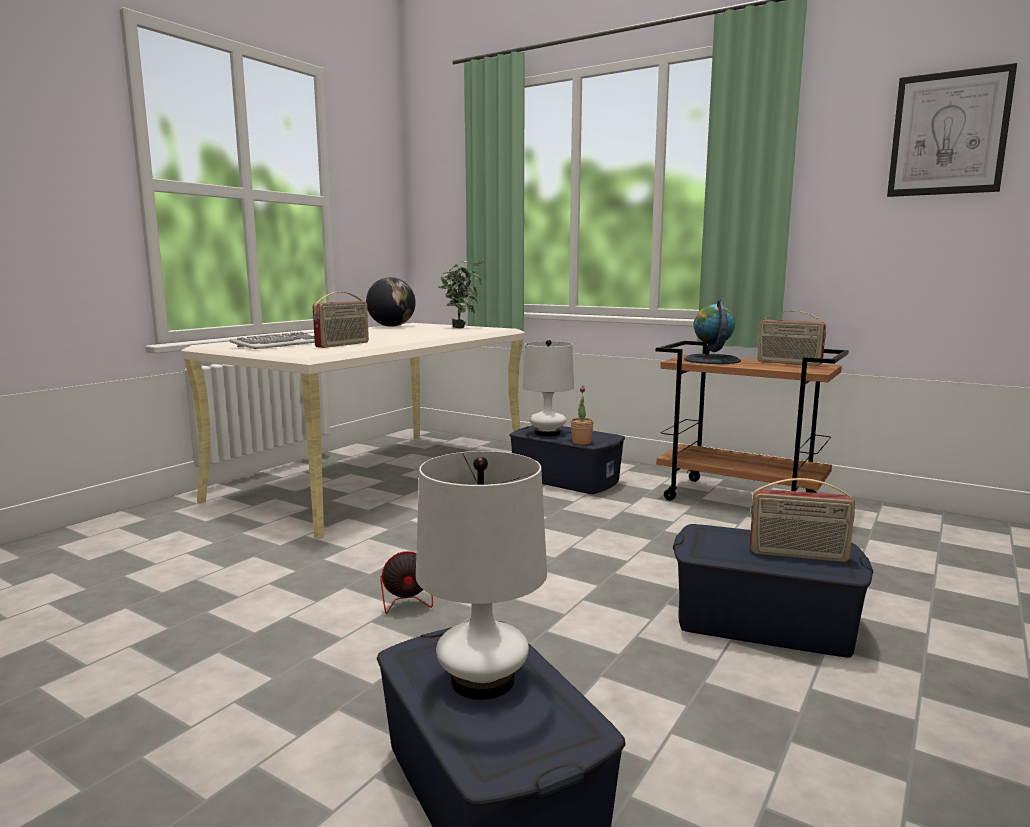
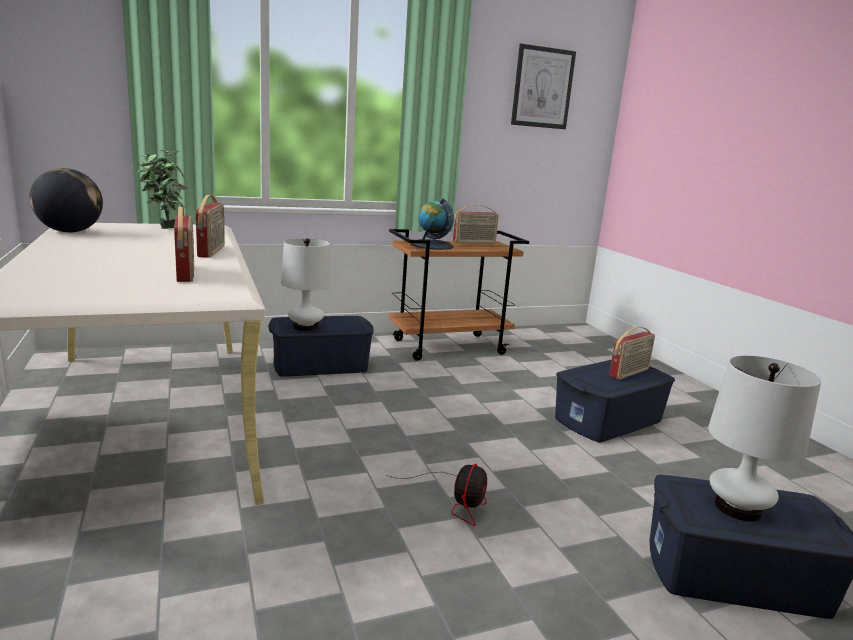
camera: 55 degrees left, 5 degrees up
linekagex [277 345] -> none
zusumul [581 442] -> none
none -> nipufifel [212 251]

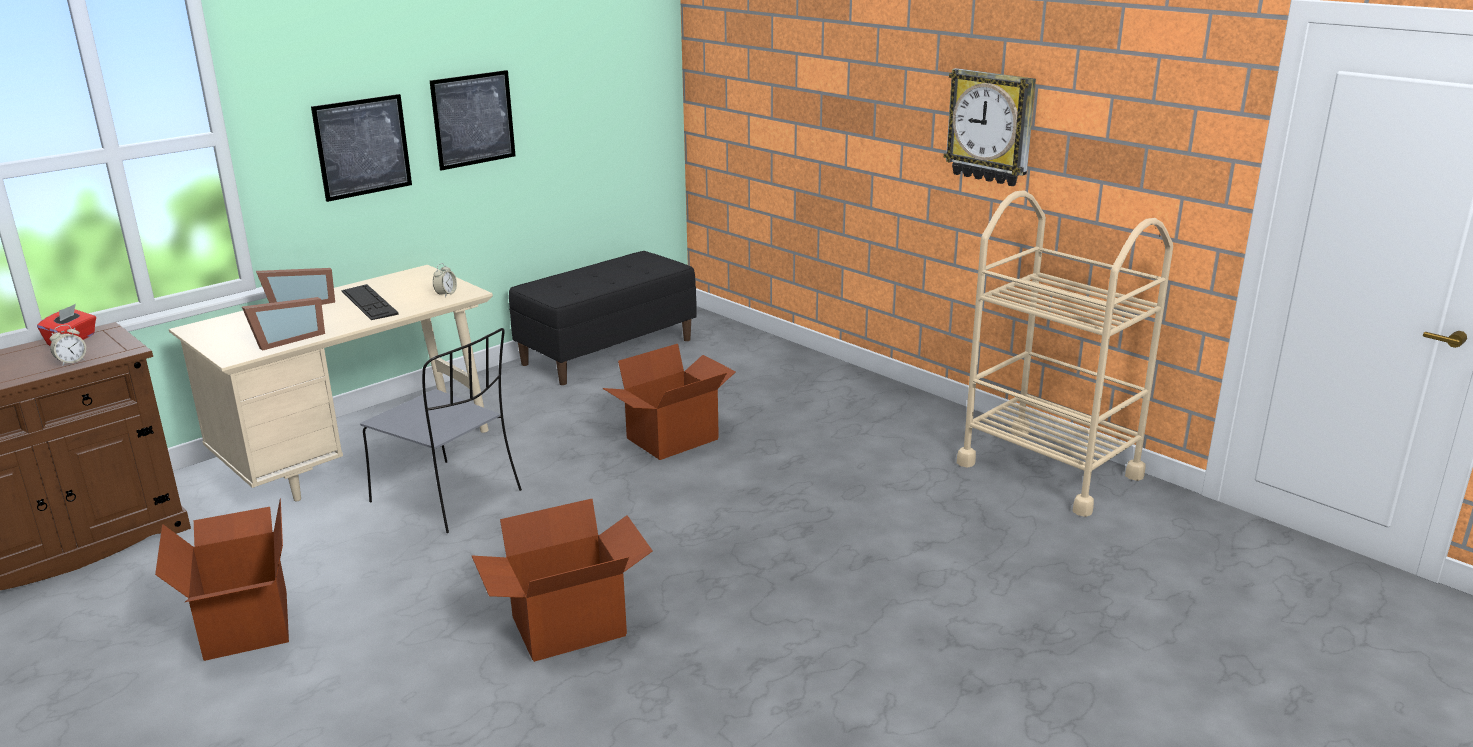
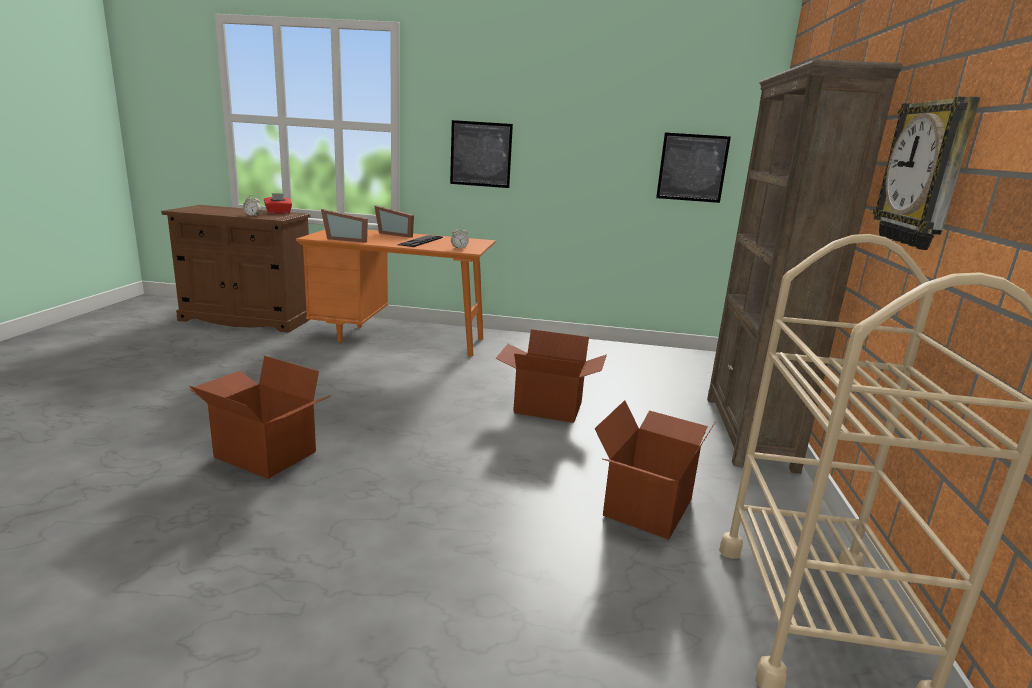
camera: 50 degrees right, 5 degrees down
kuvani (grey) [449 497] -> none
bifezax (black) [608 351] -> none
none -> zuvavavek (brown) [748 432]
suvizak [244 624] -> suvizak [646 506], move
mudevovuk [473 119] -> mudevovuk [692 167], move
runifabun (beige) [360 456] -> runifabun (orange) [401 339]

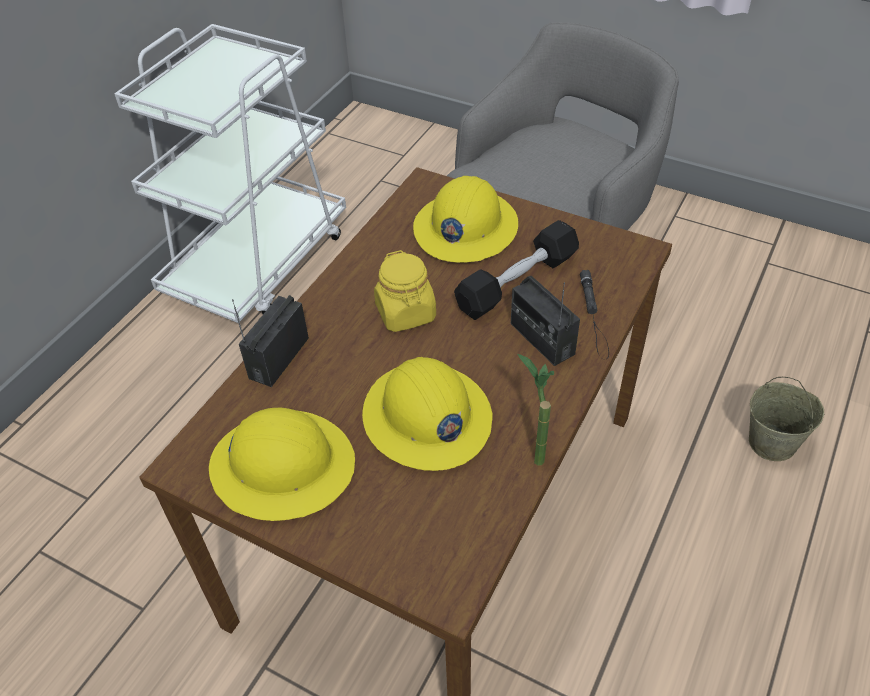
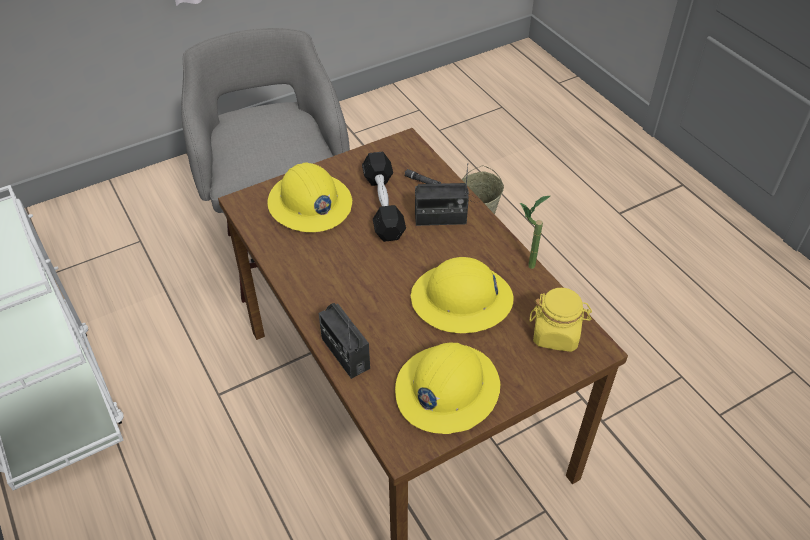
camera: 60 degrees left, 0 degrees up
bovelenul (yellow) [406 313] -> bovelenul (yellow) [556 334], move

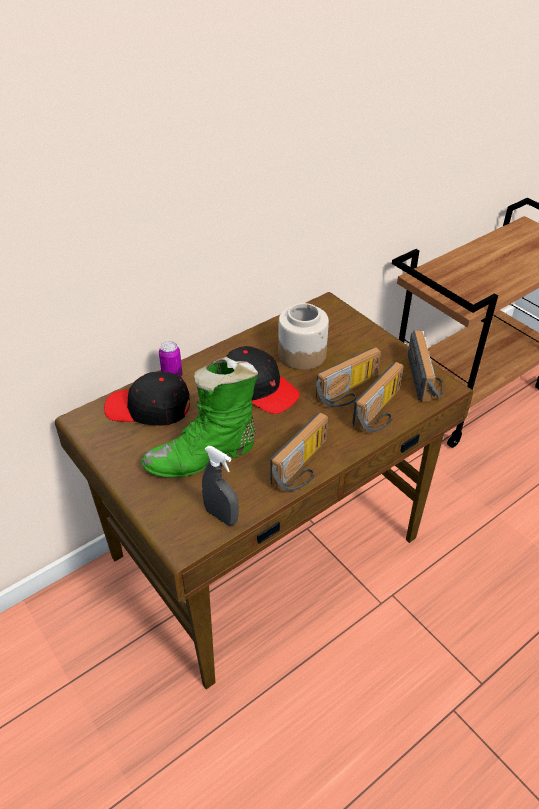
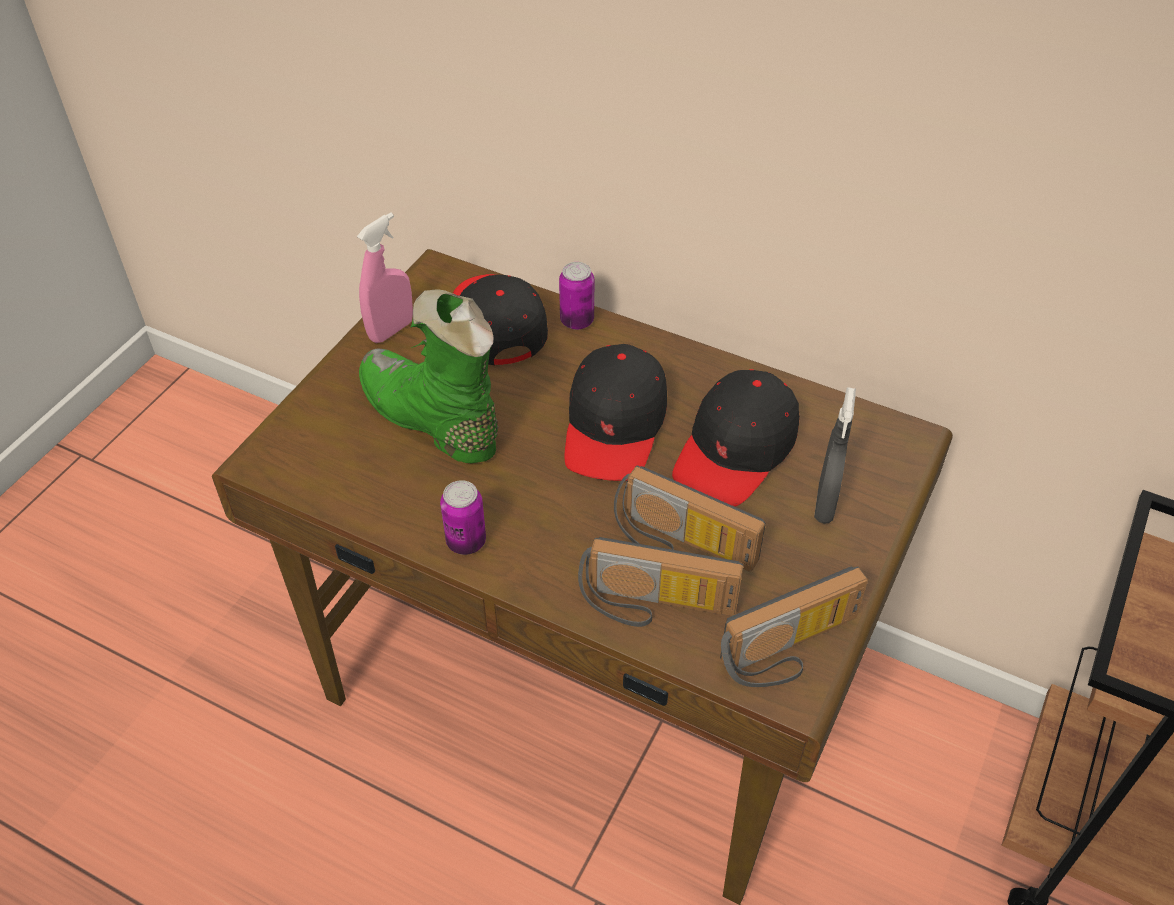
camera: 65 degrees right, 5 degrees up
none -> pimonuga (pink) [391 330]
pimonuga (grey) [221 516] -> pimonuga (grey) [825 503], move
nipufifel [304 467] -> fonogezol [466 542]
bovelenul [302 354] -> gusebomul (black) [736 450]

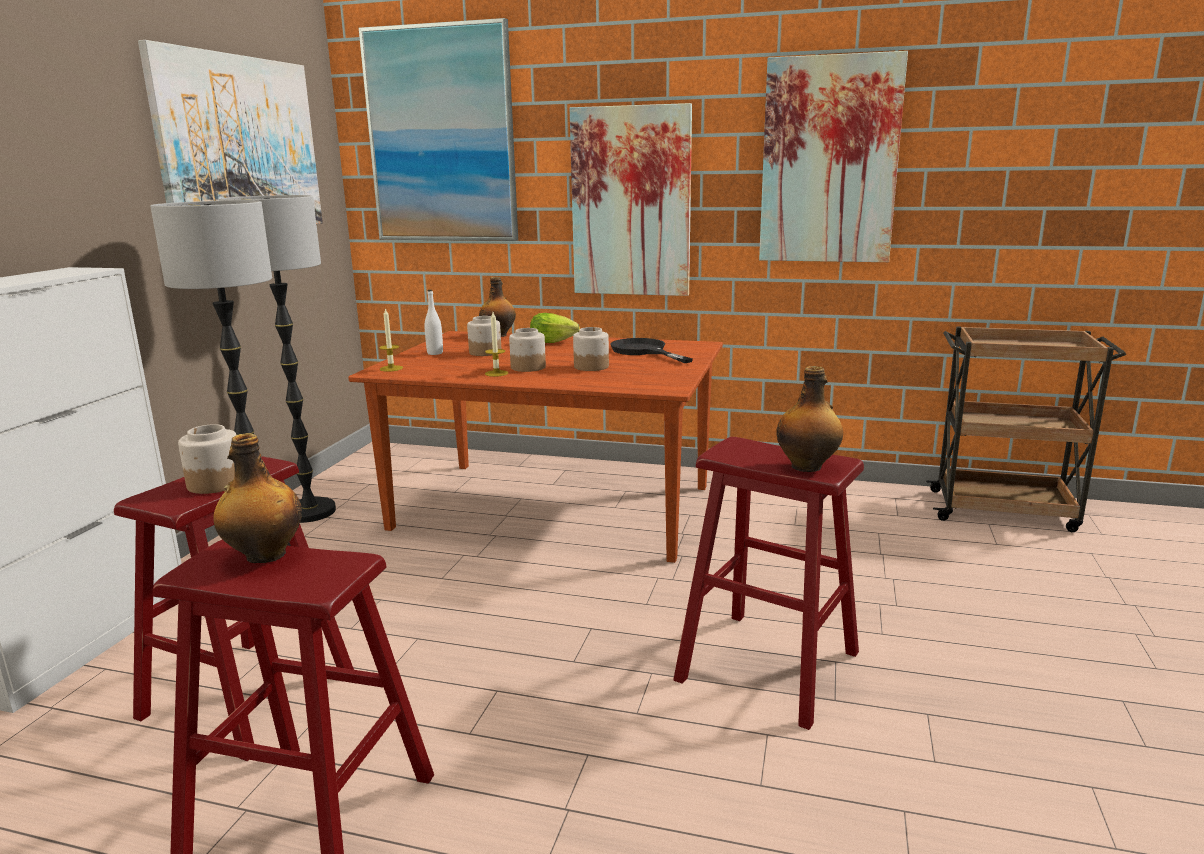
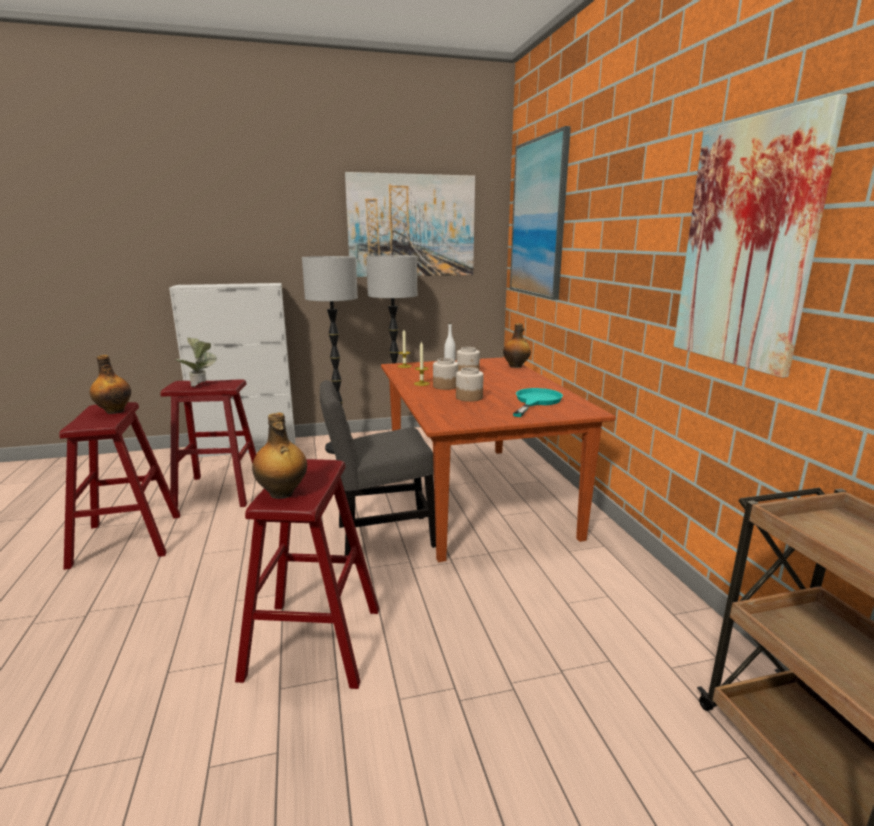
camera: 60 degrees right, 0 degrees up
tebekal [552 342] -> none
mudevovuk [631 202] -> none
none -> kuvani (grey) [380 537]
bovelenul [215 484] -> zusumul [201 386]
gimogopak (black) [644 351] -> gimogopak (turquoise) [535 401]

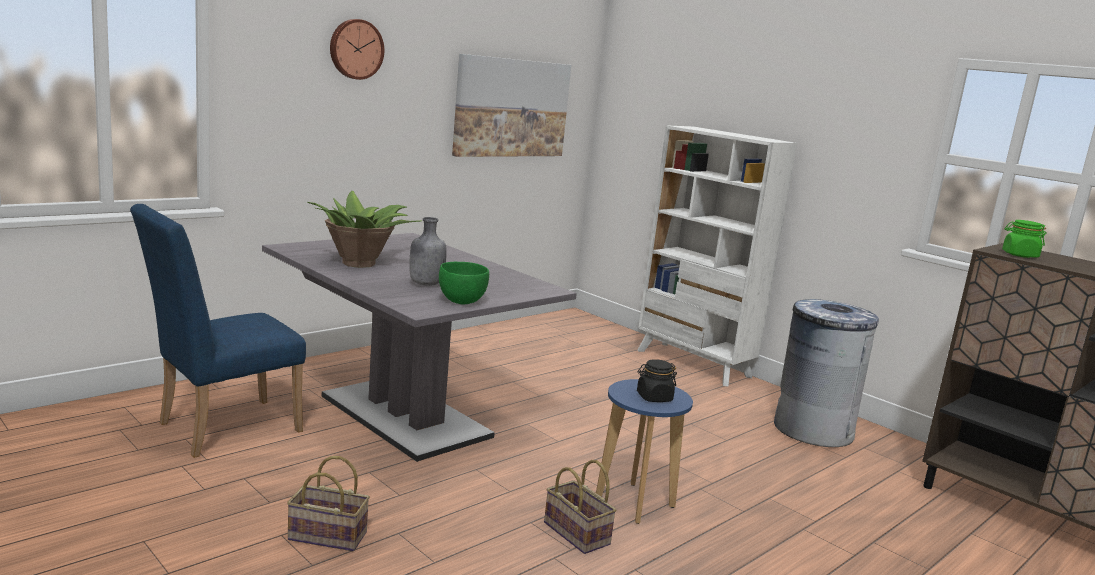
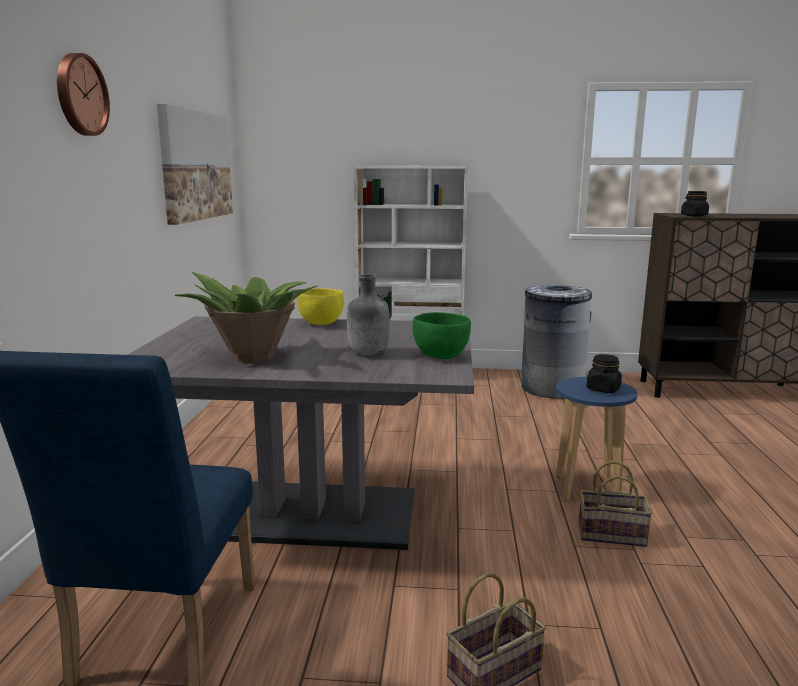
camera: 40 degrees left, 0 degrees up
none -> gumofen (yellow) [321 323]
bovelenul (green) [1019 255] -> bovelenul (black) [694 216]

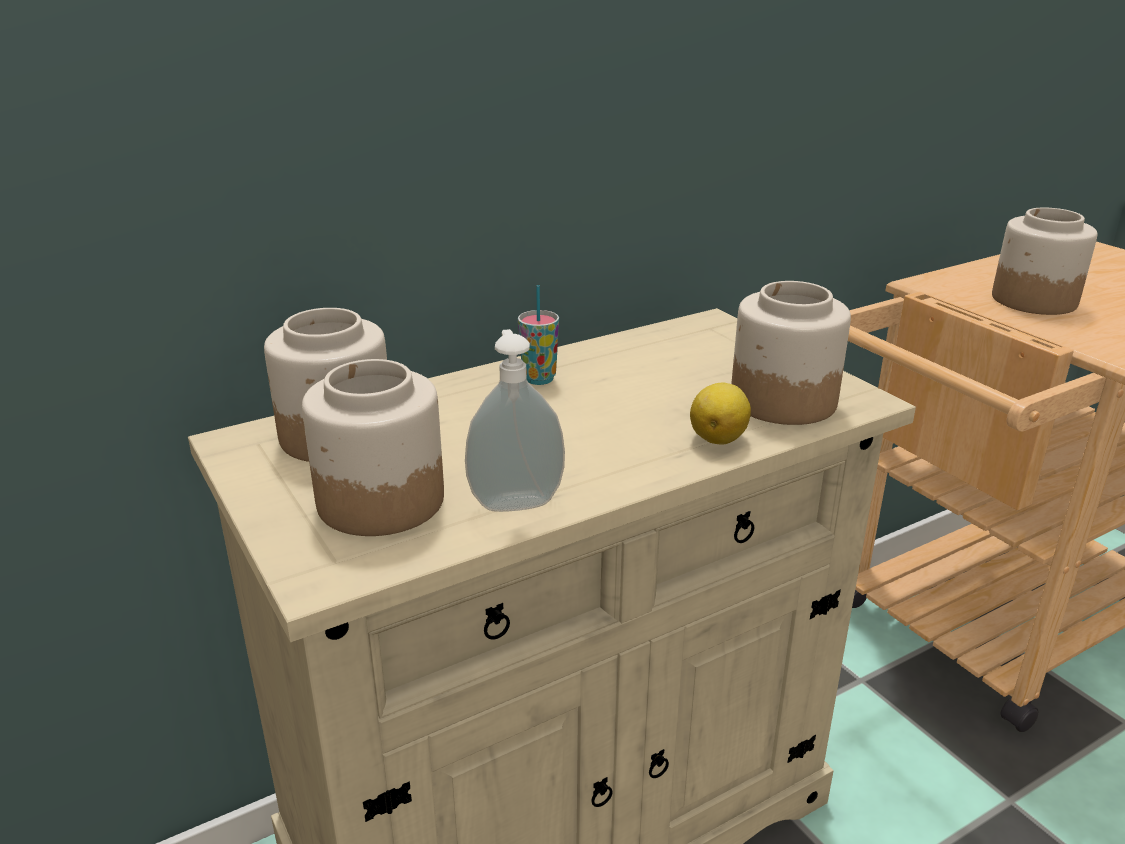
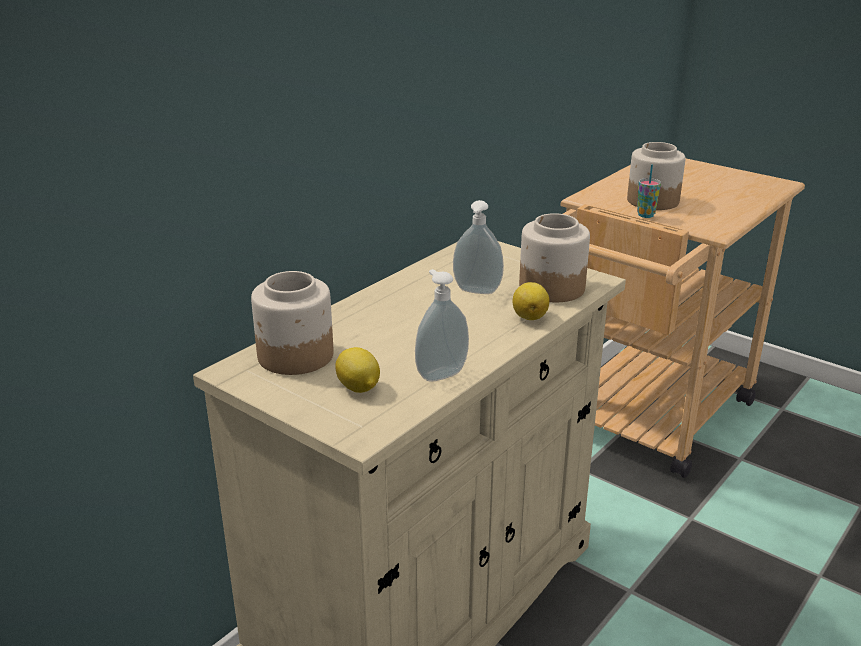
camera: 20 degrees left, 0 degrees up
none -> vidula [476 292]
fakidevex [539 379] -> fakidevex [645 215], move
bovelenul [380 500] -> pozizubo [358 388]

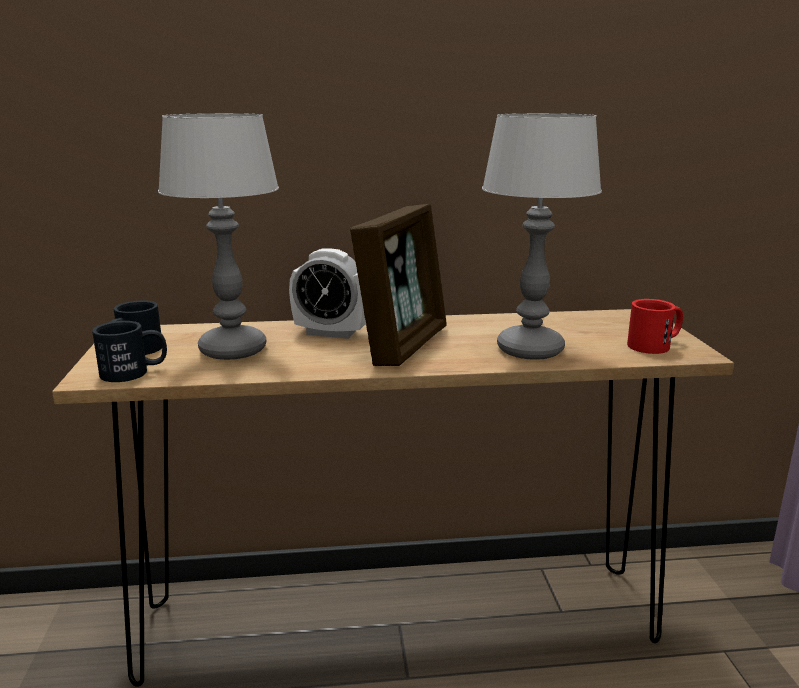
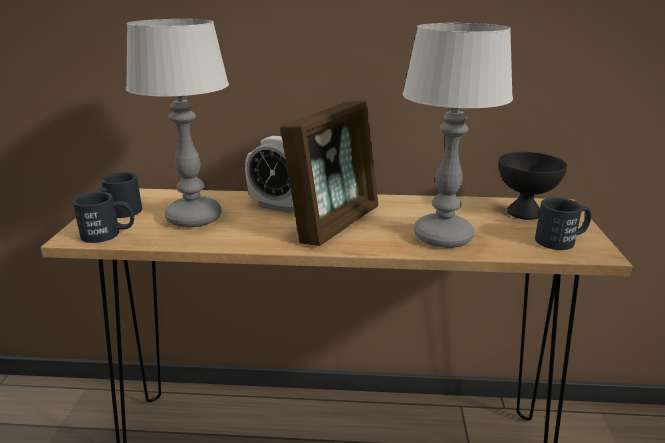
camera: 10 degrees right, 5 degrees up
none -> gumofen (black) [522 213]
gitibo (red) [655 345] -> gitibo (black) [561 240]

